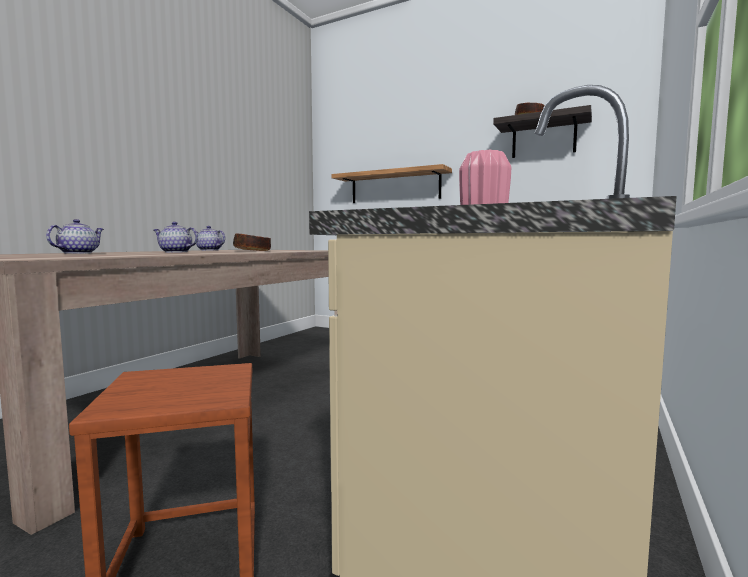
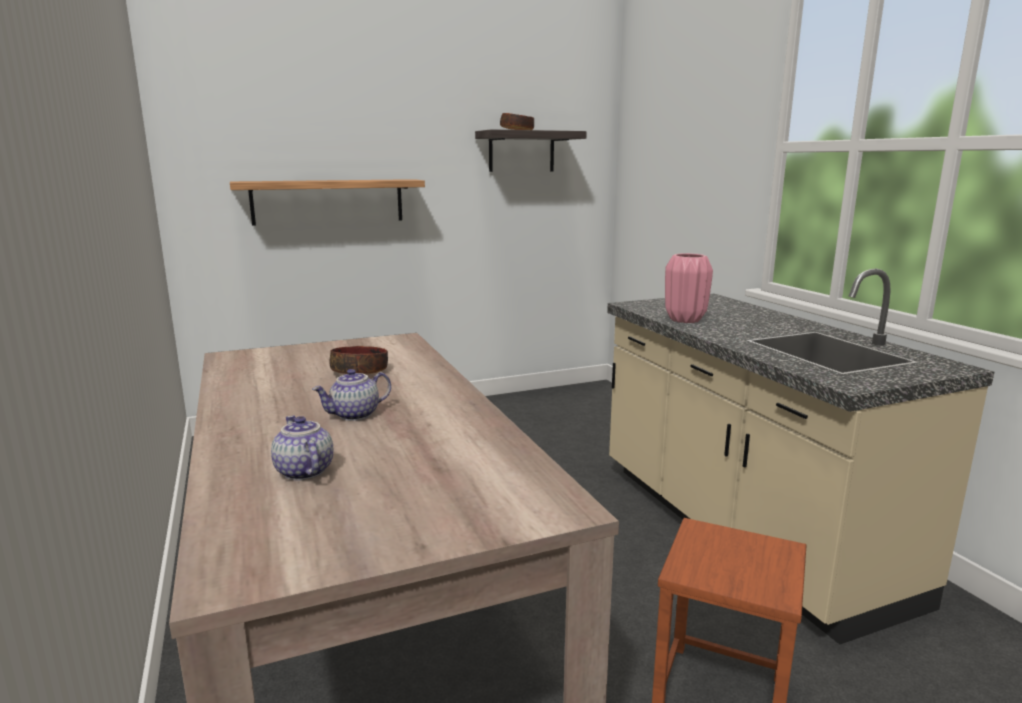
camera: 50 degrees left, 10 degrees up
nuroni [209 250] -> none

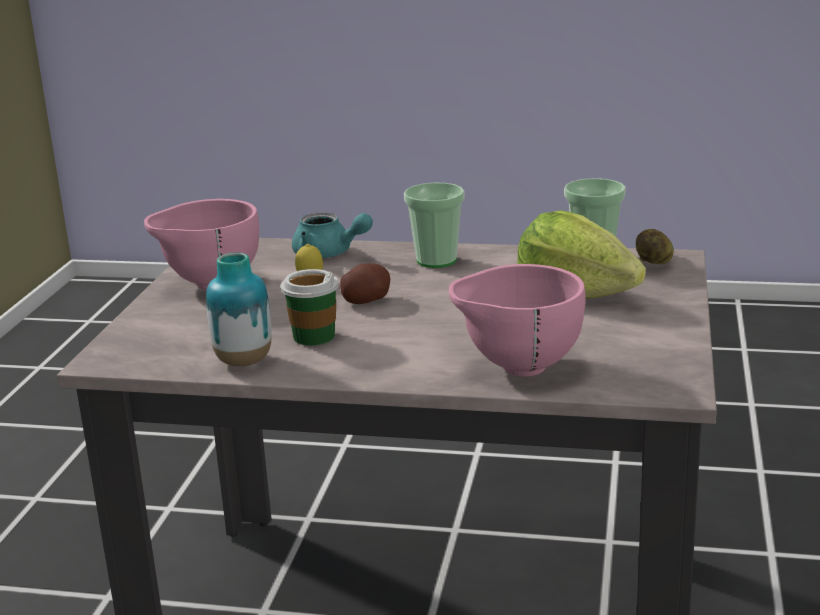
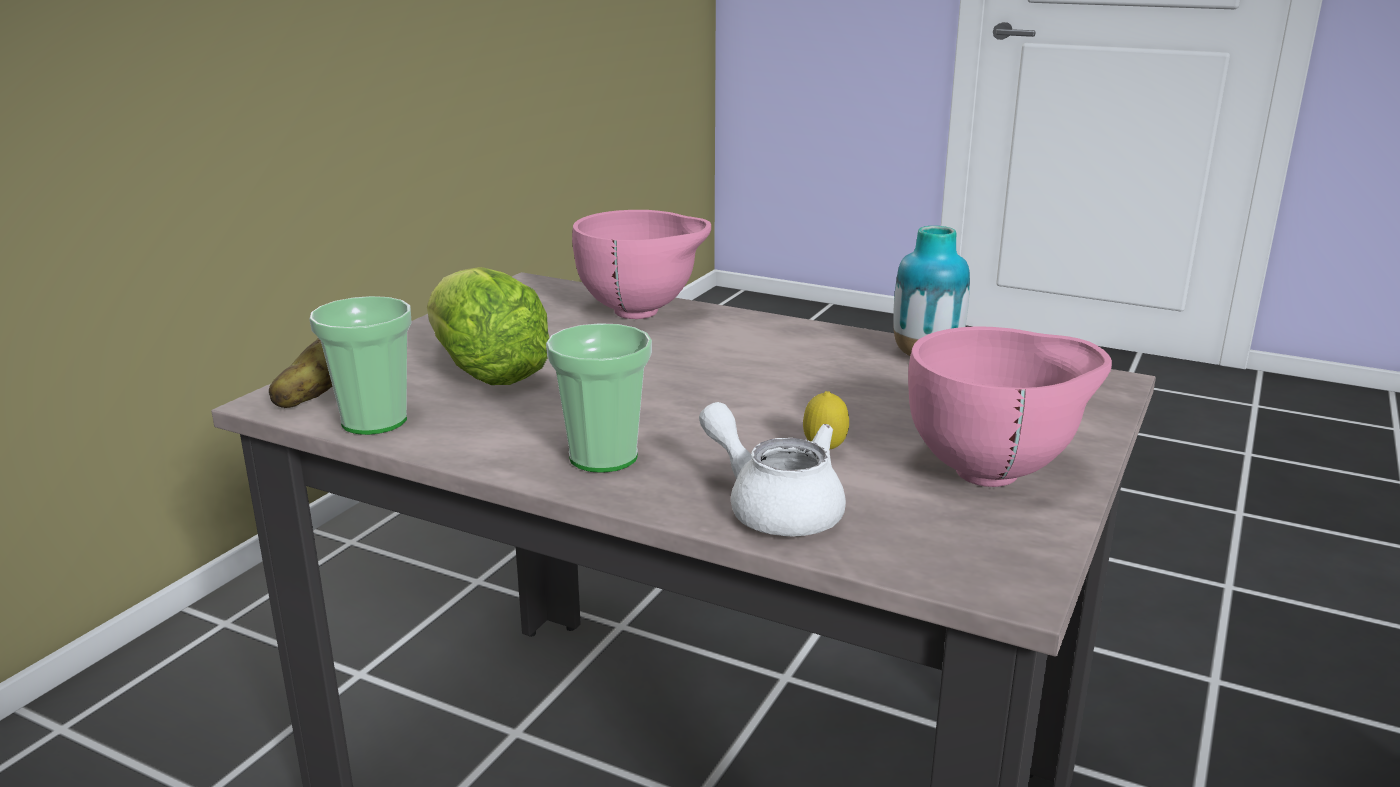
camera: 165 degrees left, 0 degrees up
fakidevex [313 336] -> none
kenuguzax [366 300] -> none
nuroni (turquoise) [329 254] -> nuroni (white) [775 507]

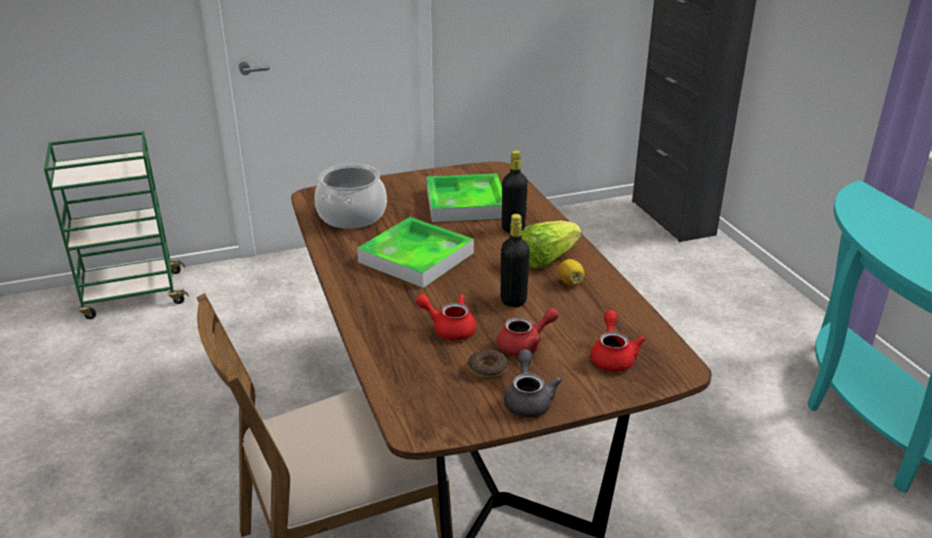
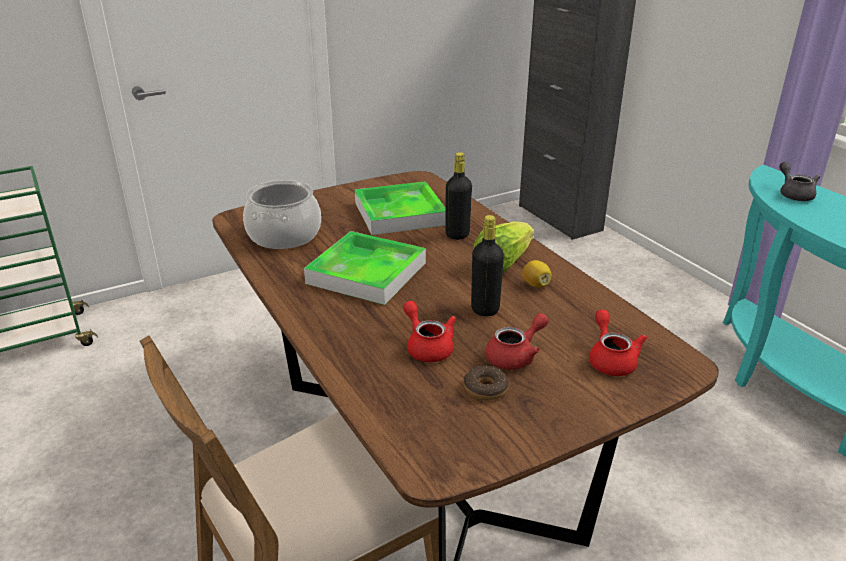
camera: 10 degrees left, 0 degrees up
nuroni (grey) [528 399] -> nuroni (grey) [794 194], move
nuroni (red) [449 328] -> nuroni (red) [427 347], 45 degrees clockwise

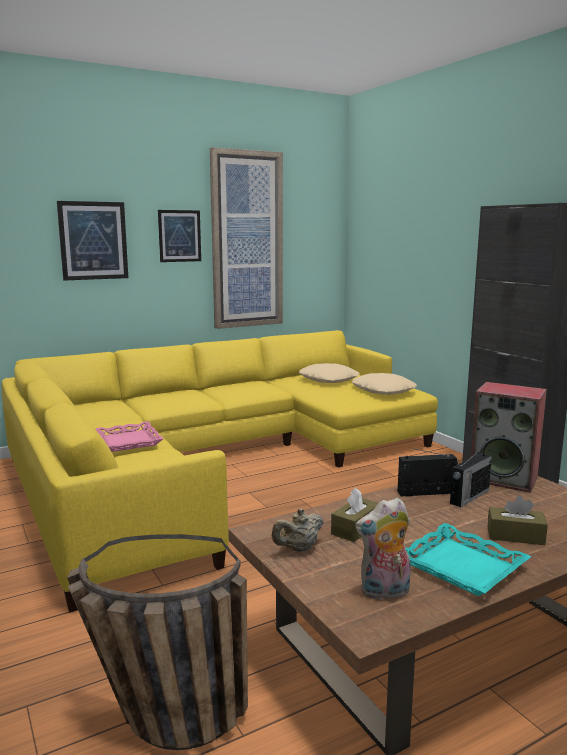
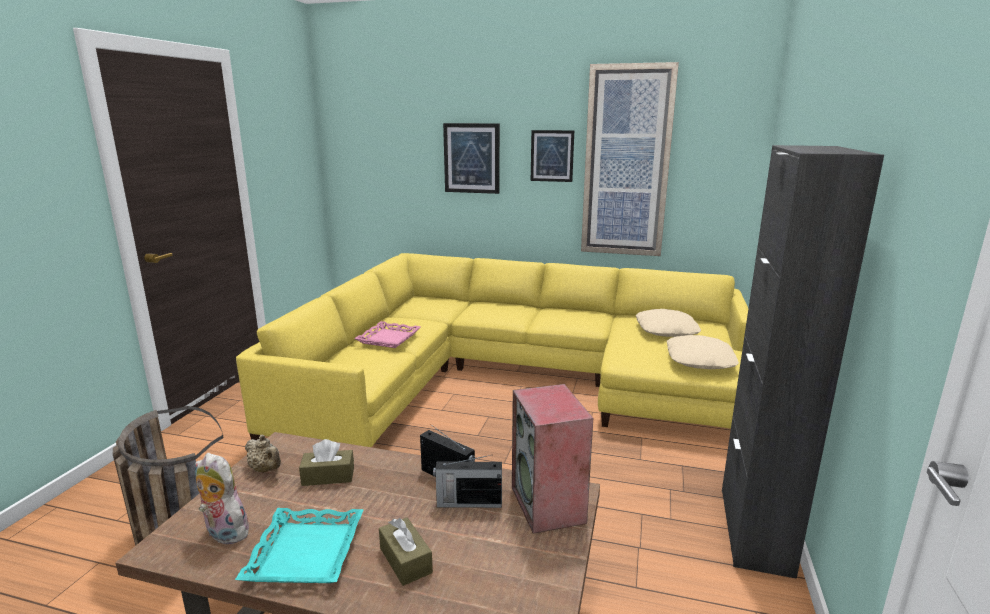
camera: 45 degrees right, 5 degrees up
nuroni (beige) [298 549] -> nuroni (beige) [266 469], 150 degrees counterclockwise

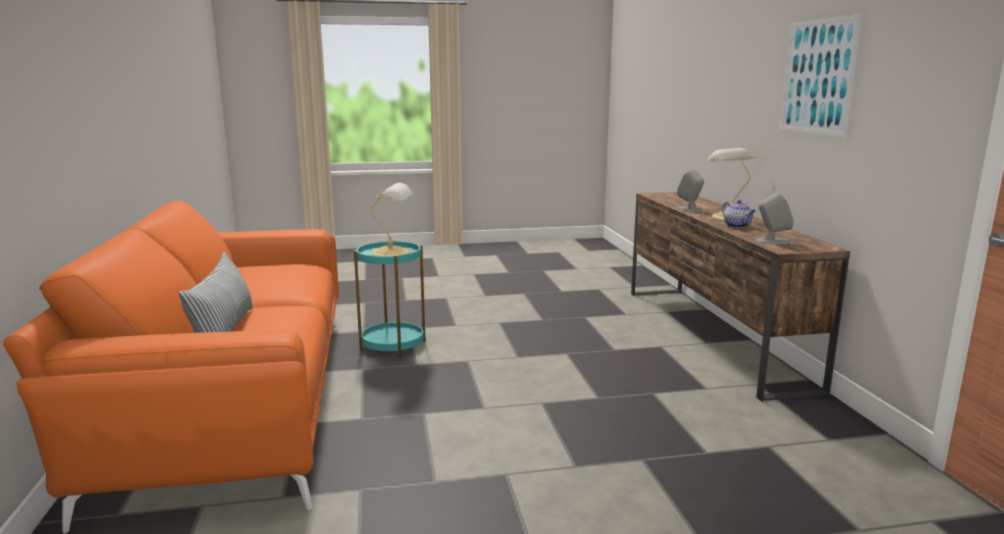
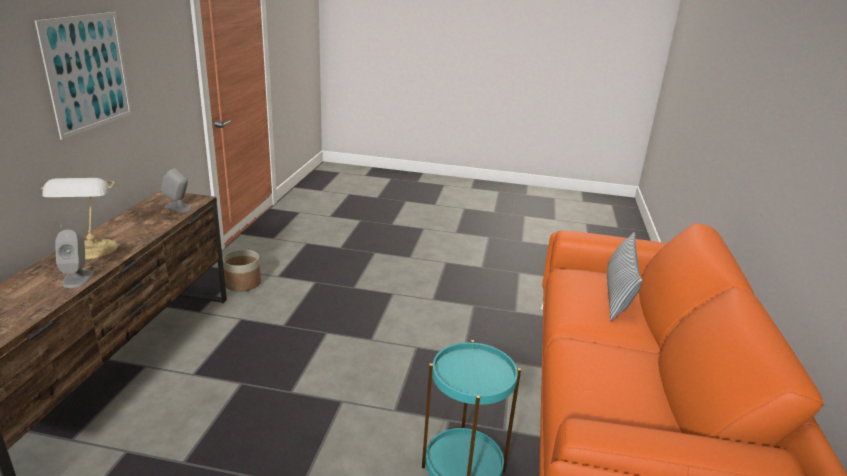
camera: 160 degrees left, 10 degrees up
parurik [393 253] -> none
nuroni [737 226] -> none
none -> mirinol [243 283]

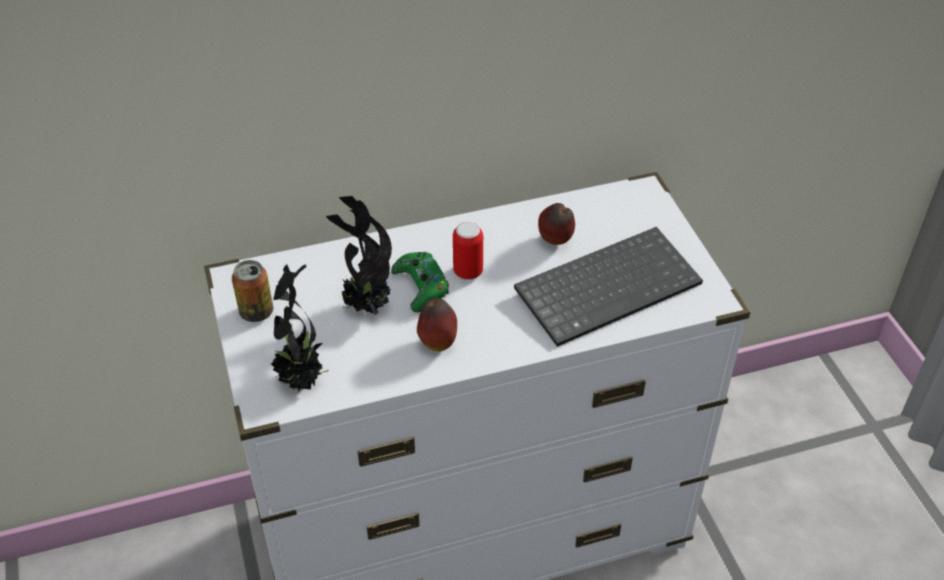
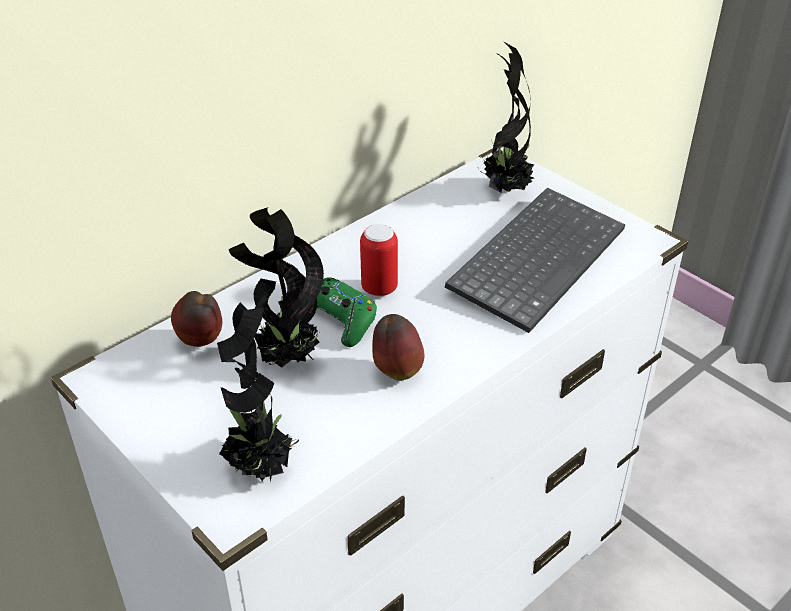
camera: 25 degrees left, 5 degrees down
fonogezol [256 312] -> none
none -> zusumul [504 188]
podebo [555 241] -> podebo [201 342], move

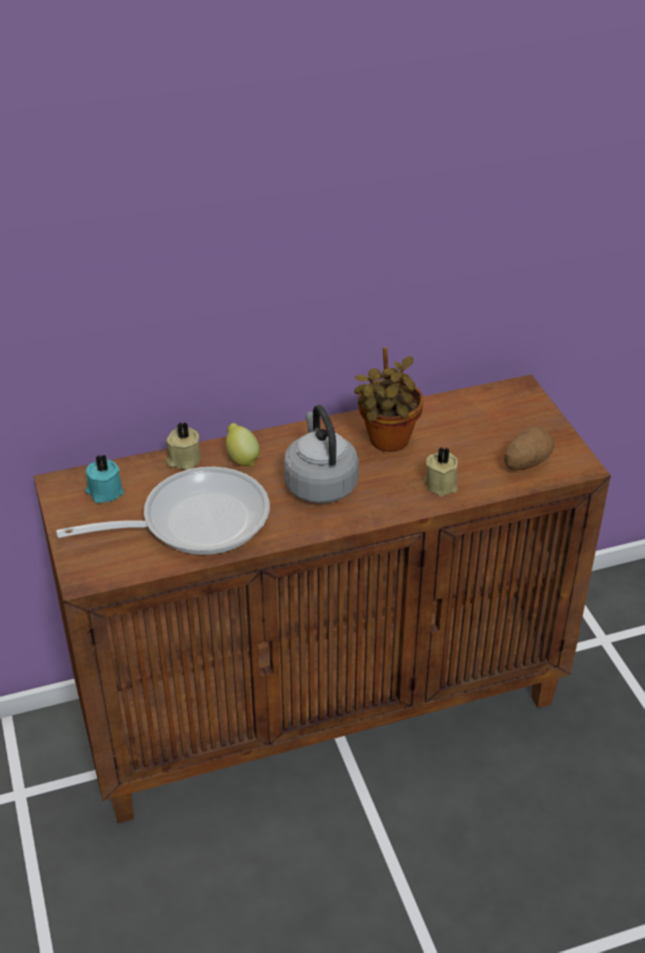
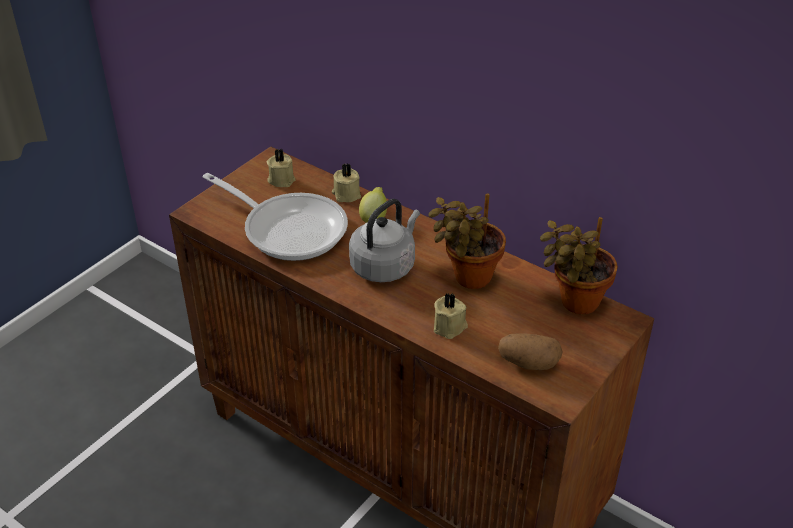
camera: 55 degrees right, 0 degrees up
none -> zusumul [575 302]
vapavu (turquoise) [104 492] -> vapavu (beige) [281 179]

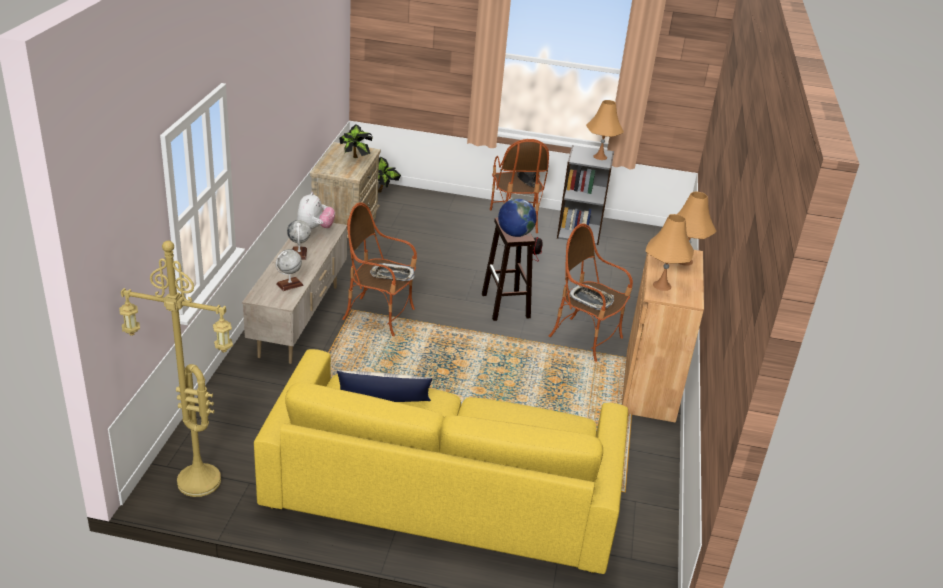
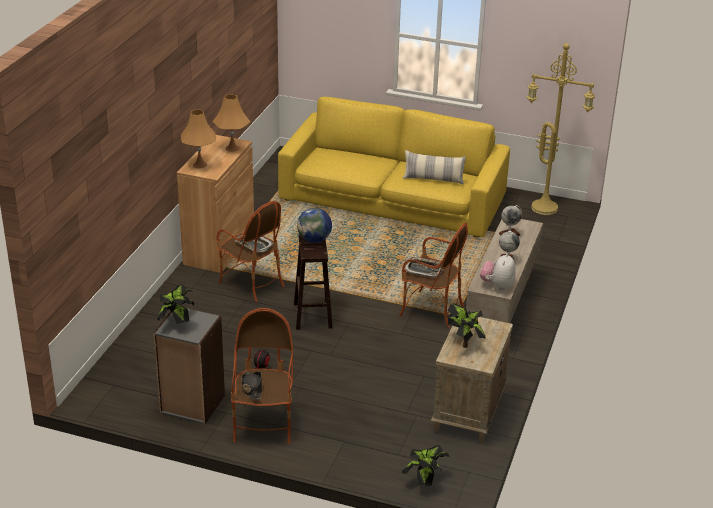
camera: 170 degrees left, 0 degrees up
parurik (orange) [600 157] -> zusumul [177 322]

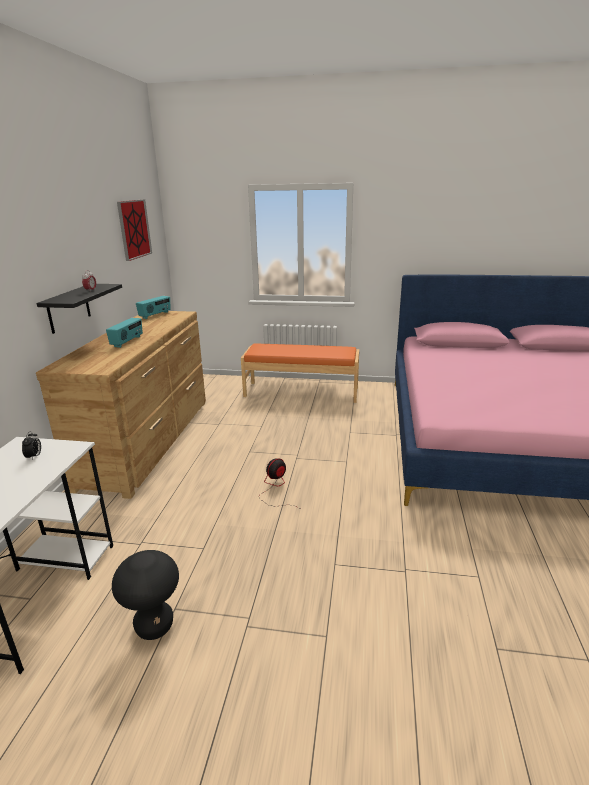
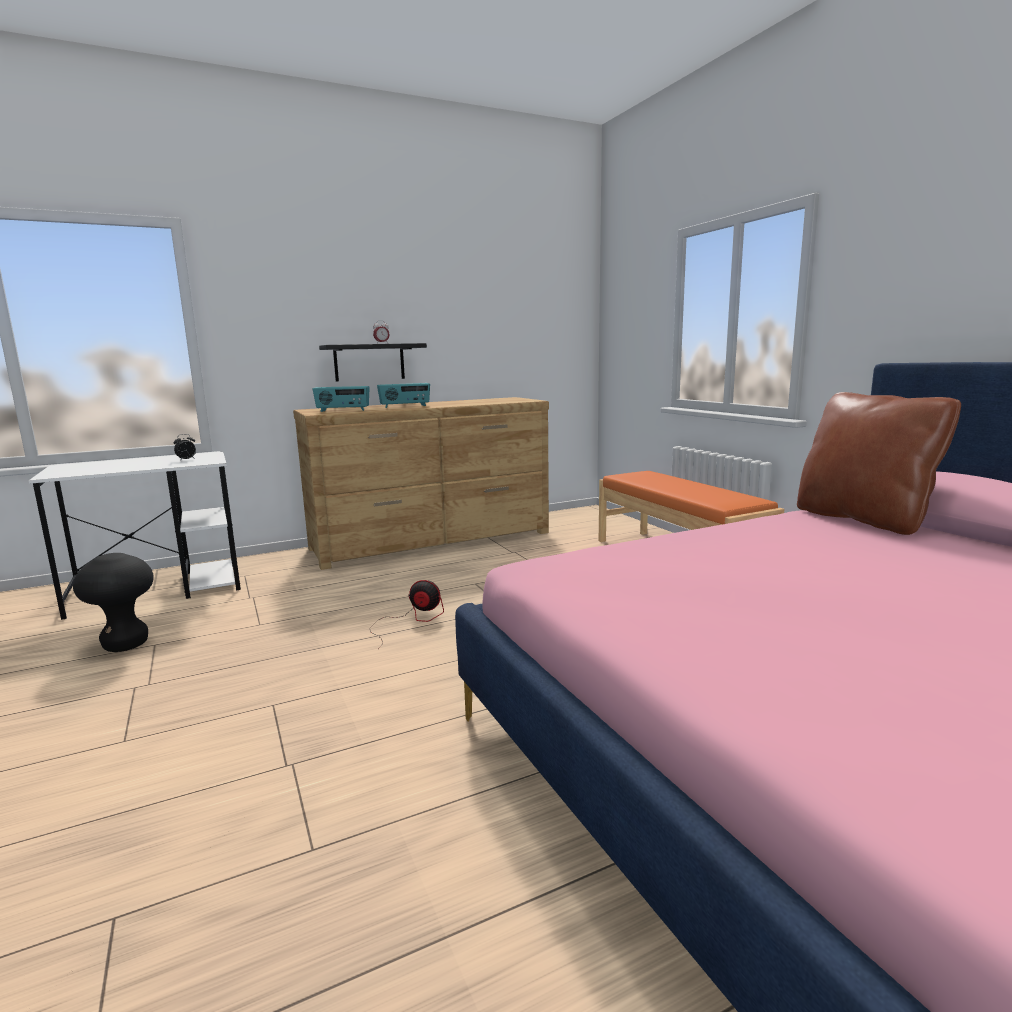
camera: 55 degrees right, 10 degrees down
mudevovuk [134 229] -> none
none -> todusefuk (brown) [863 519]
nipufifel [155 315] -> nipufifel [343 410], move

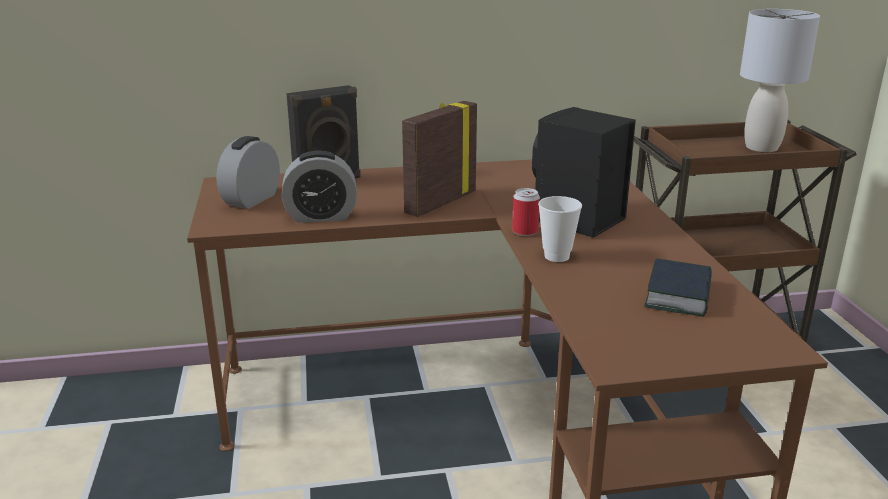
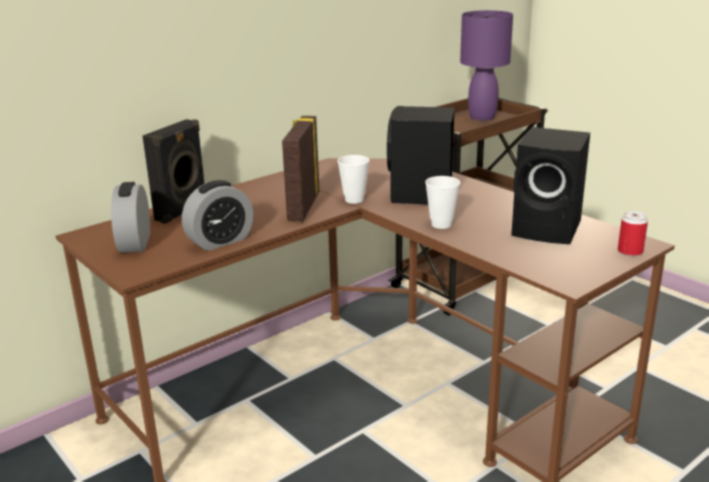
camera: 30 degrees left, 0 degrees up
none -> fakidevex [354 200]
fonogezol [525 231] -> fonogezol [630 252], move
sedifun [678 295] -> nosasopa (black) [549 229]
parurik (grey) [761 147] -> parurik (purple) [481 117]

